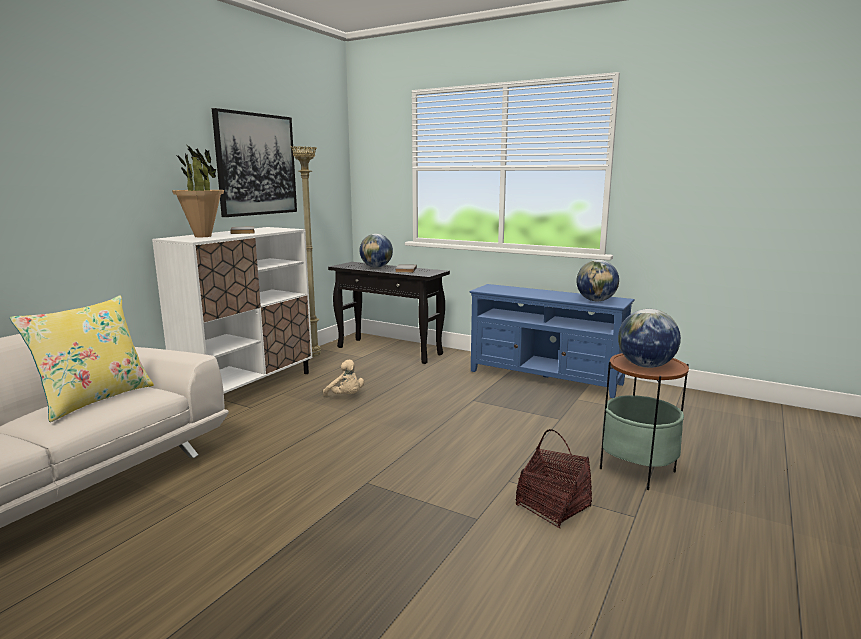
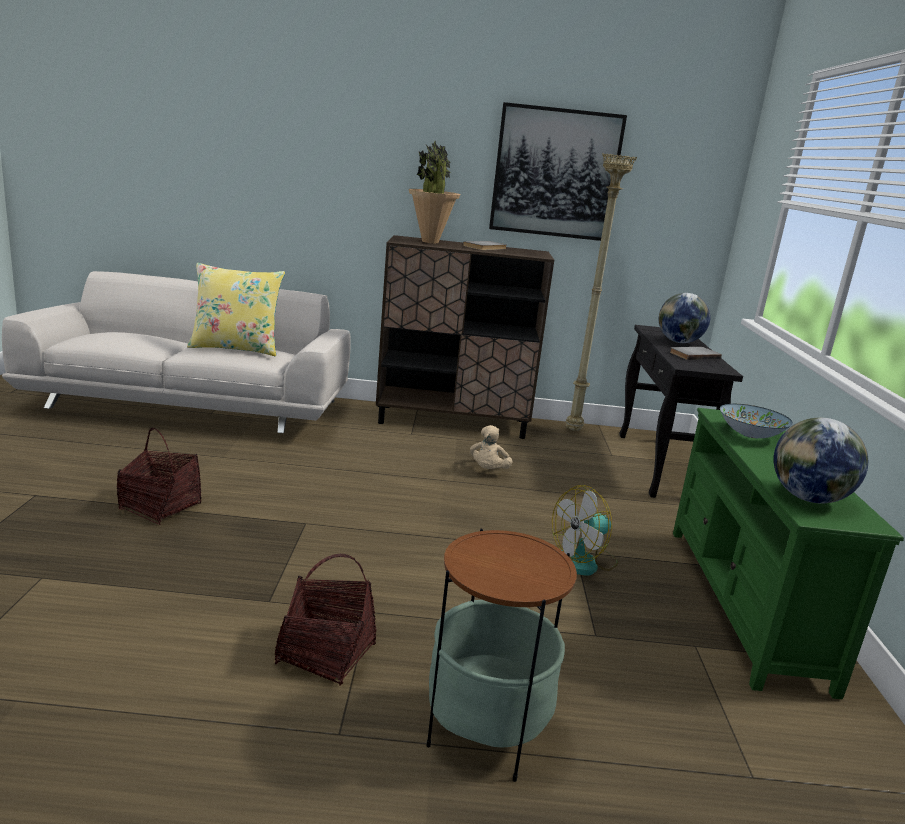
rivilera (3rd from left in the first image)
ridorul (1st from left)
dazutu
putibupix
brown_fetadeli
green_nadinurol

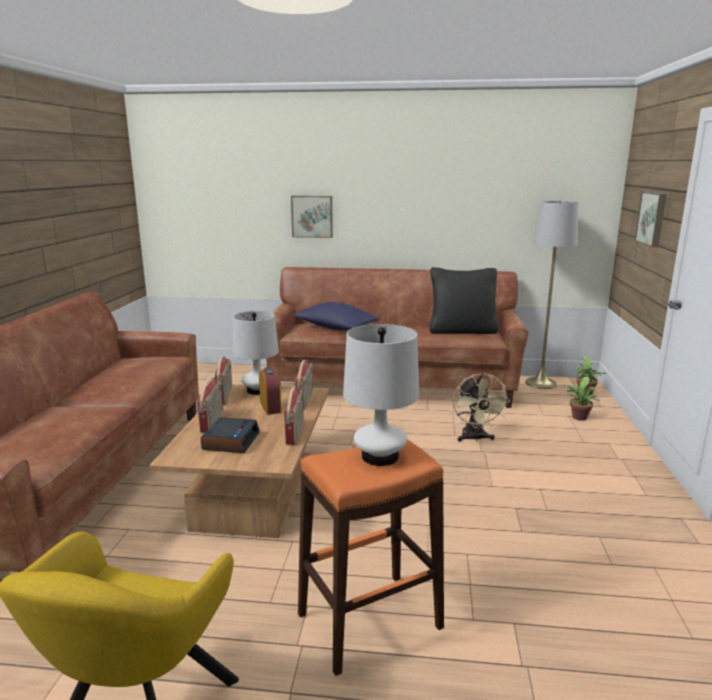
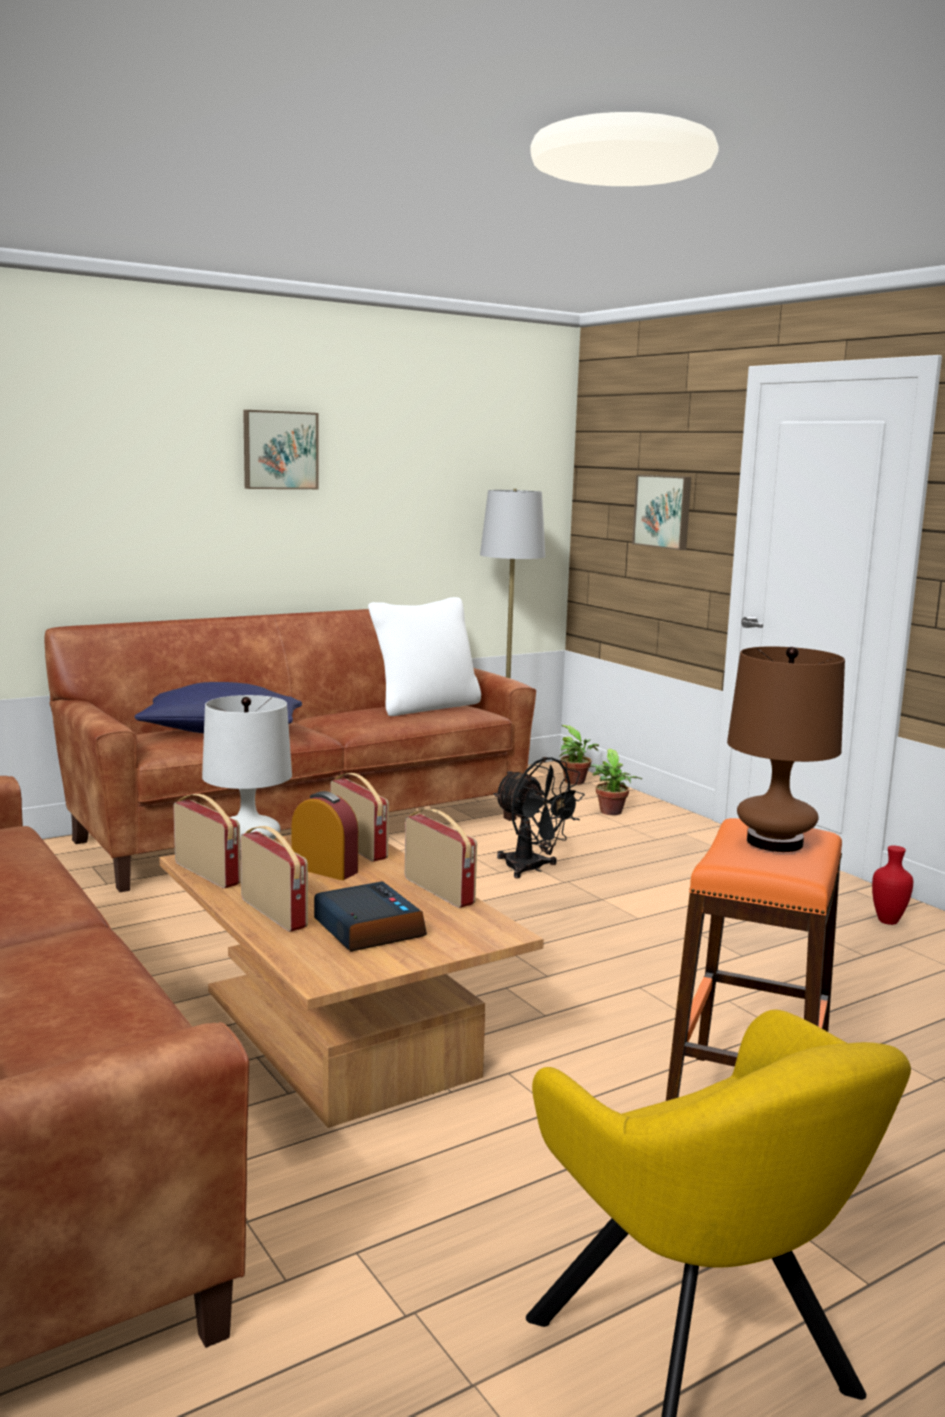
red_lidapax
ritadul (1st from left)
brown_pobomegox
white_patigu
black_dazutu

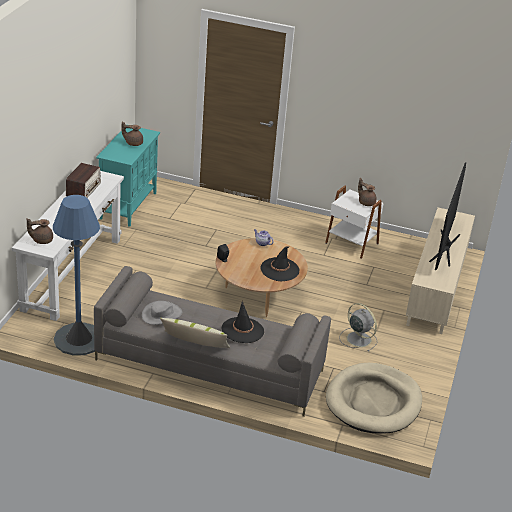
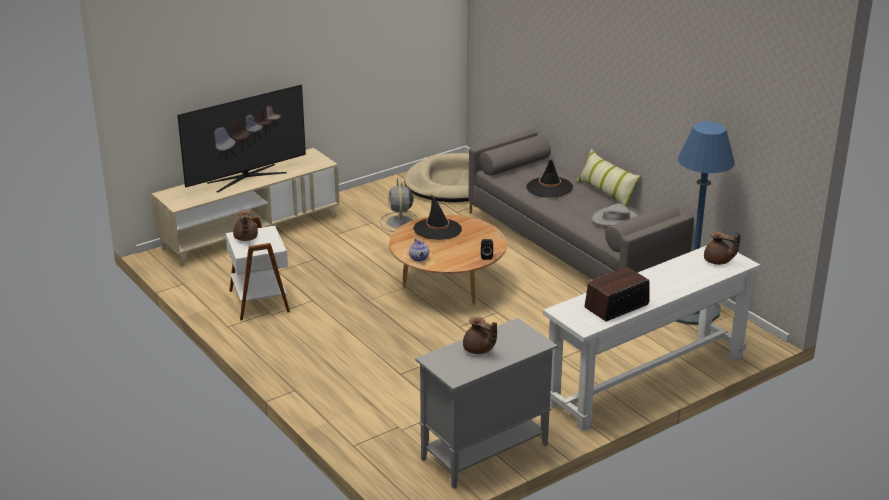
grey_fetadeli

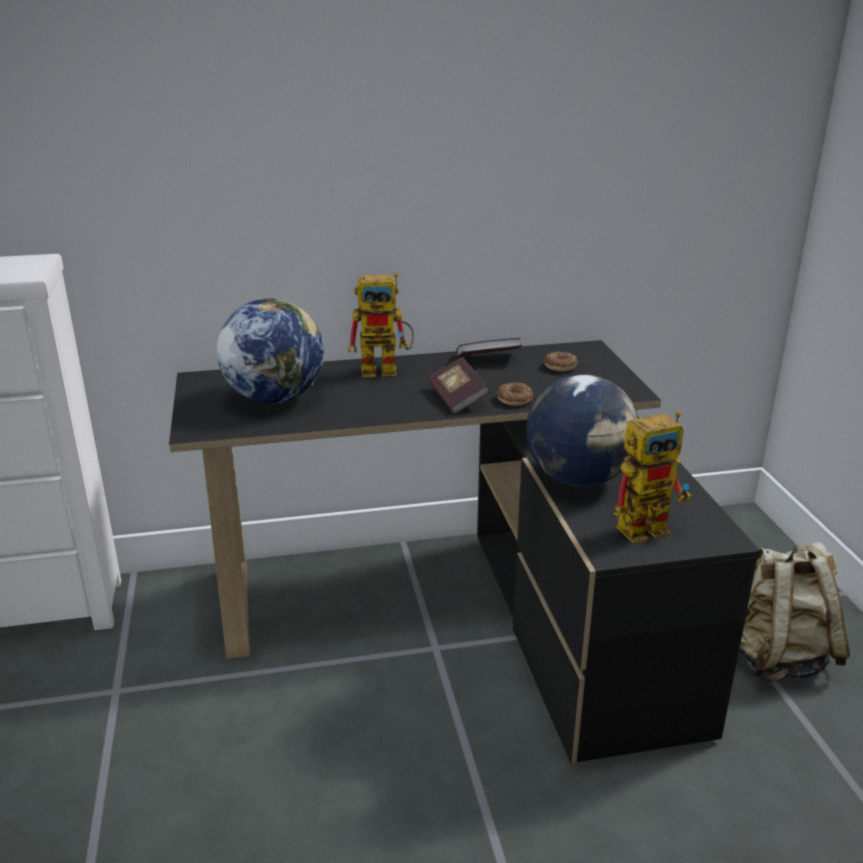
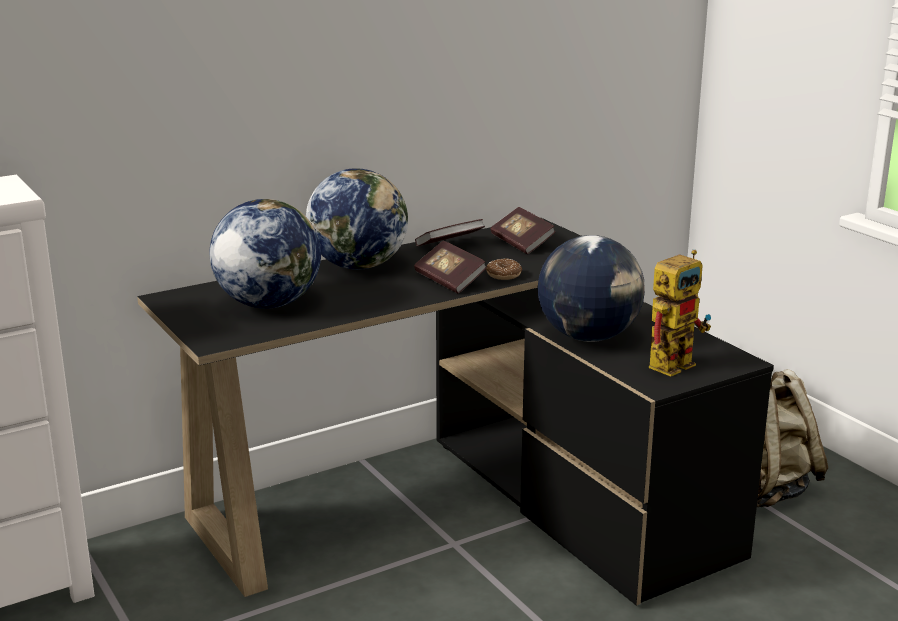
rivilera (2nd from left)
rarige (3rd from left)

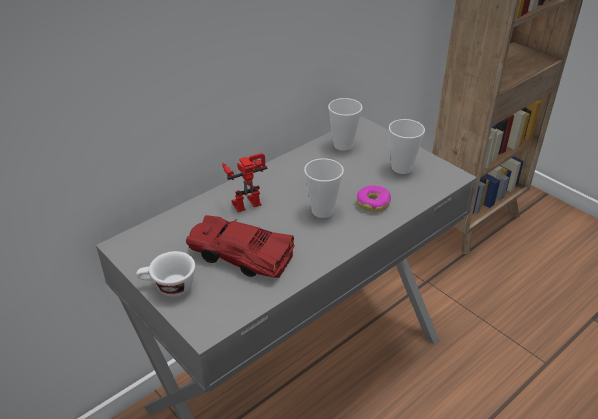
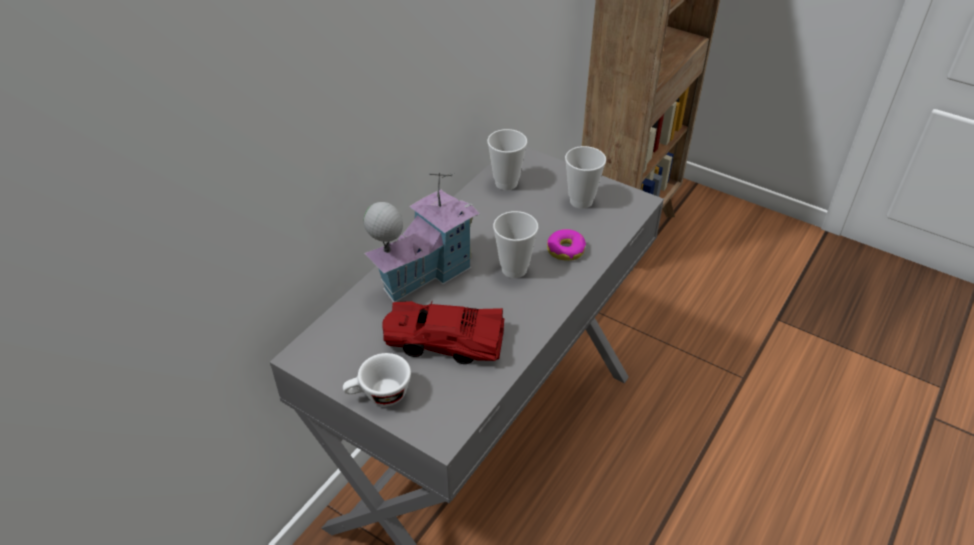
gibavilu

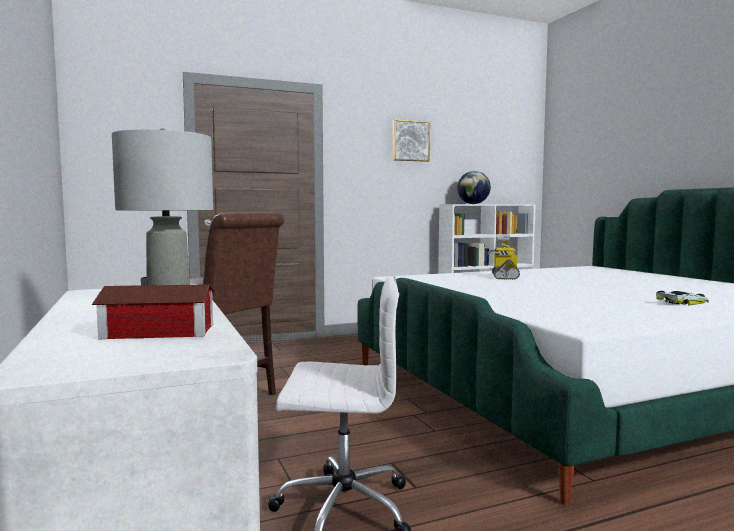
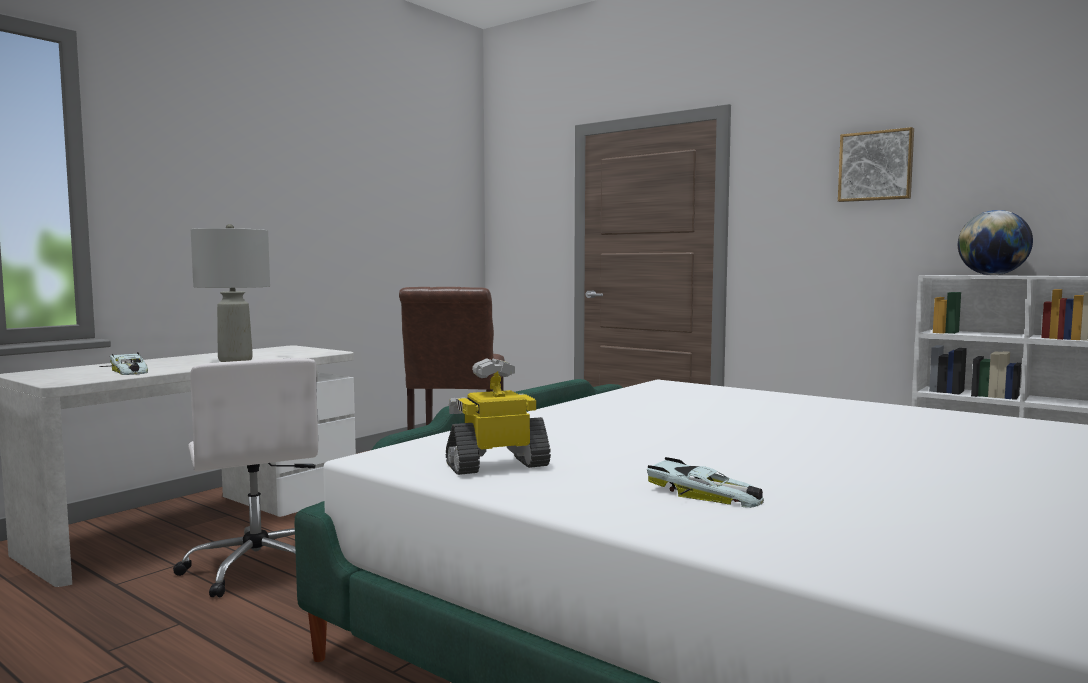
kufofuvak
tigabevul (1st from left)

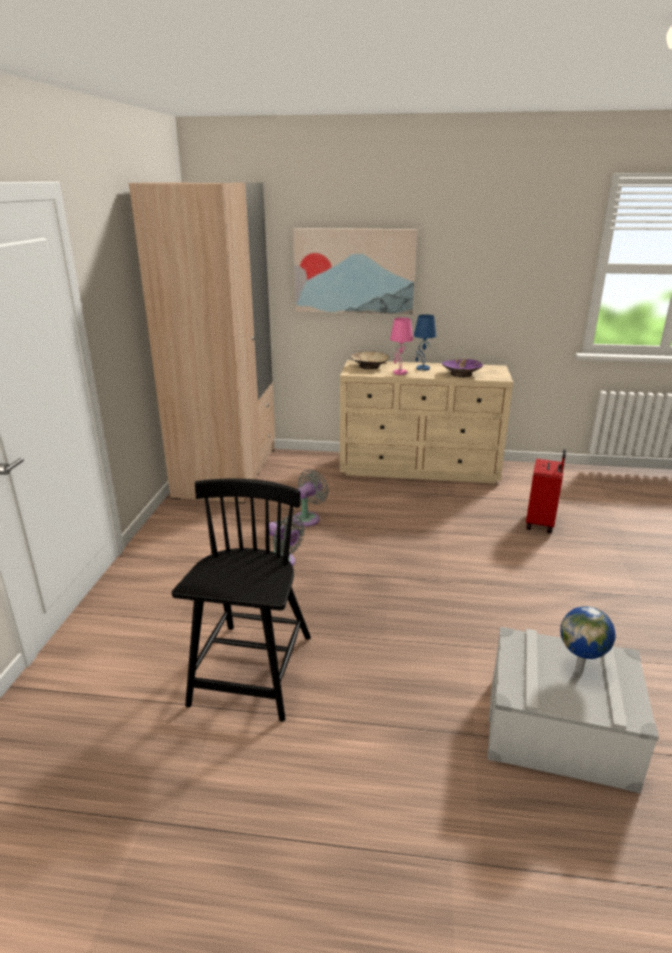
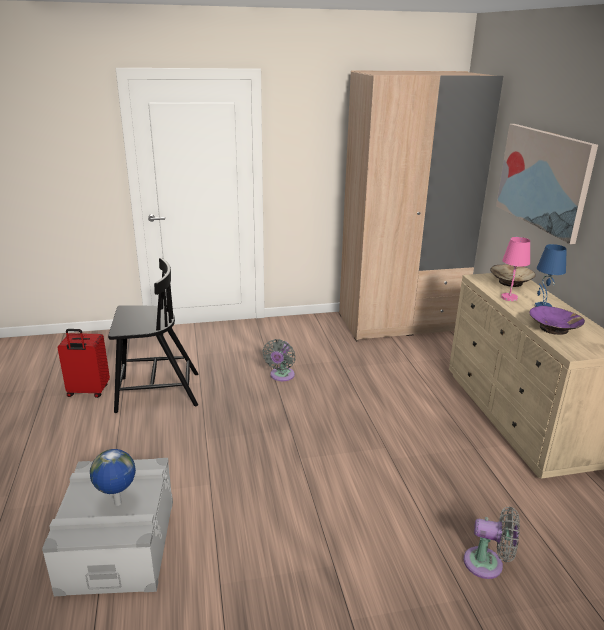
grey_dazutu (2nd from left)
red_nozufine

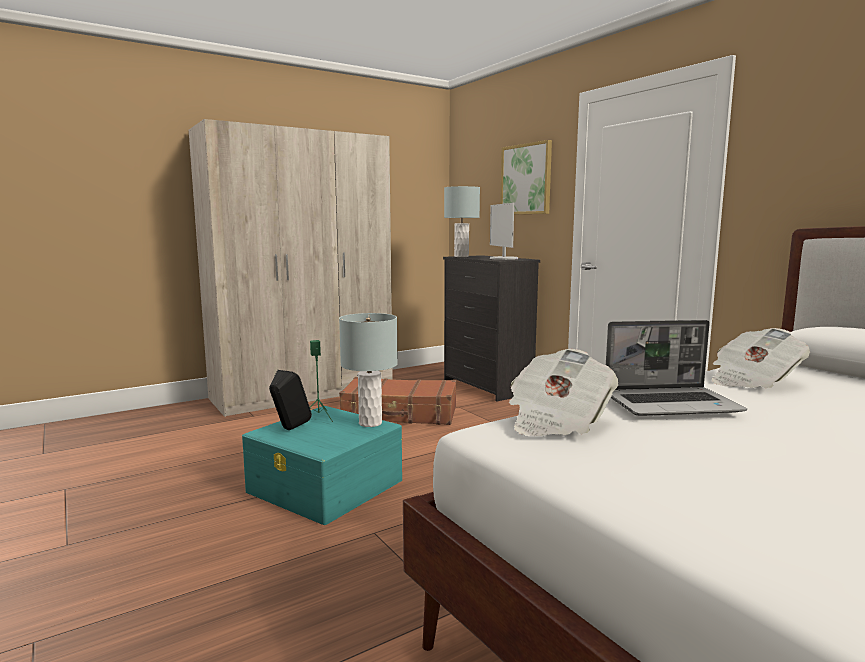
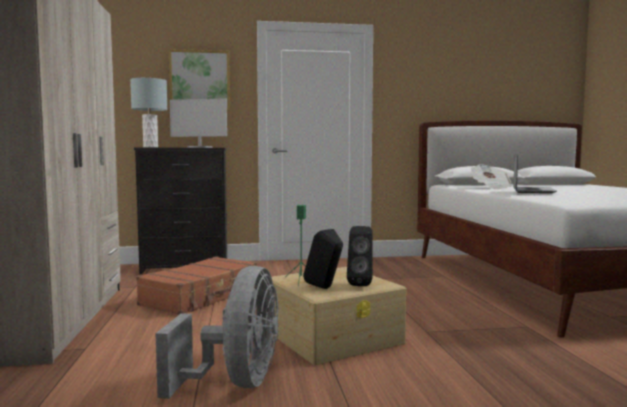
grey_pobomegox (1st from left in the first image)
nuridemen (1st from left in the first image)
grey_dazutu
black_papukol (2nd from left)
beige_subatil

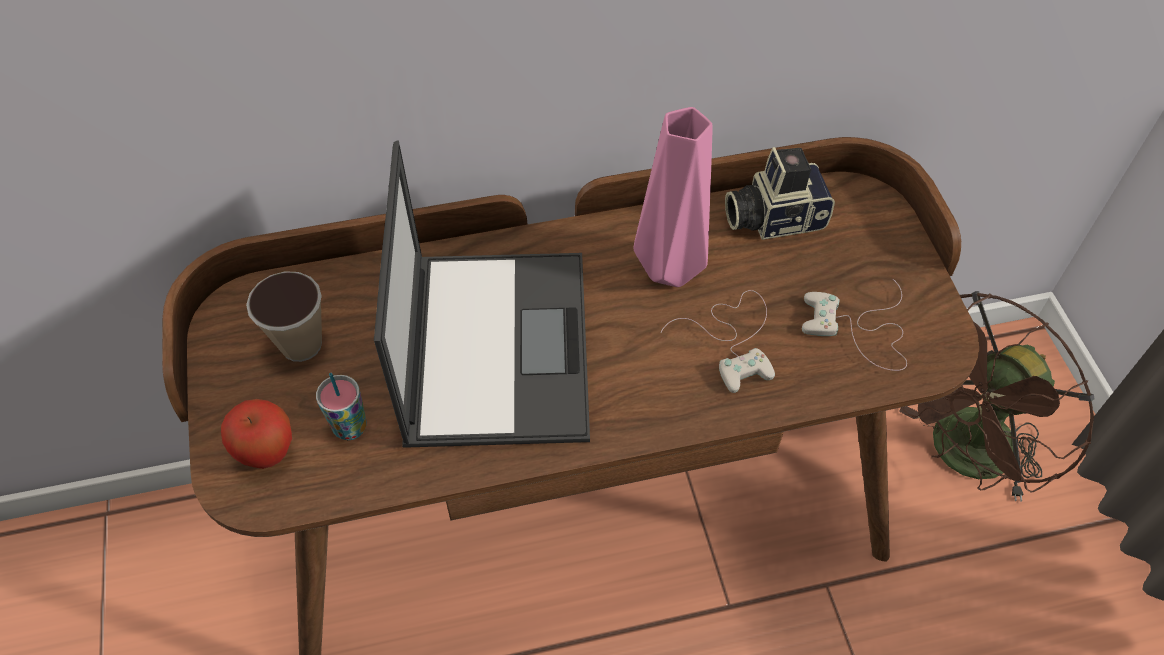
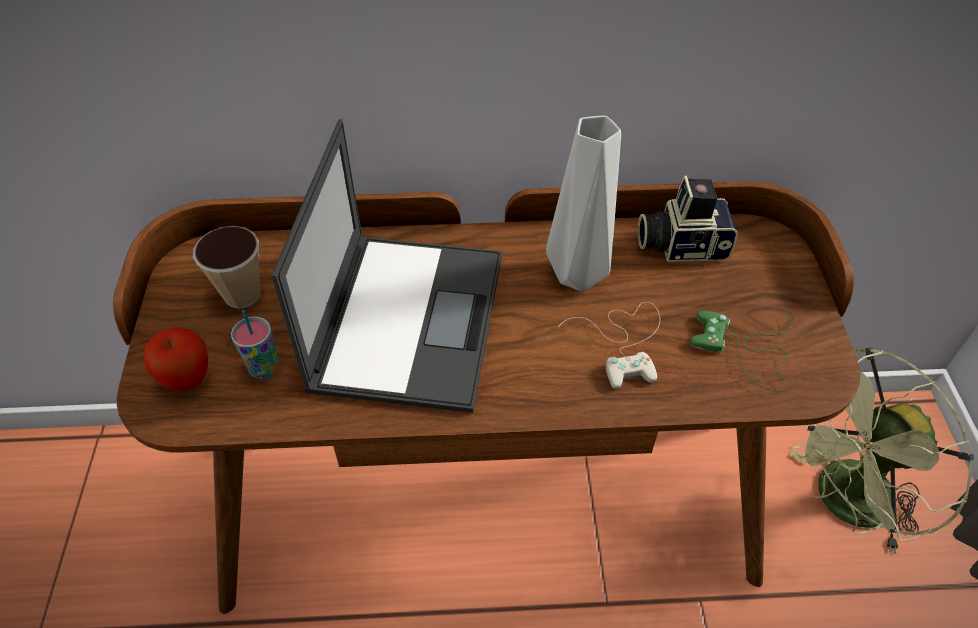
grey_lidapax
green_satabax
green_dazutu

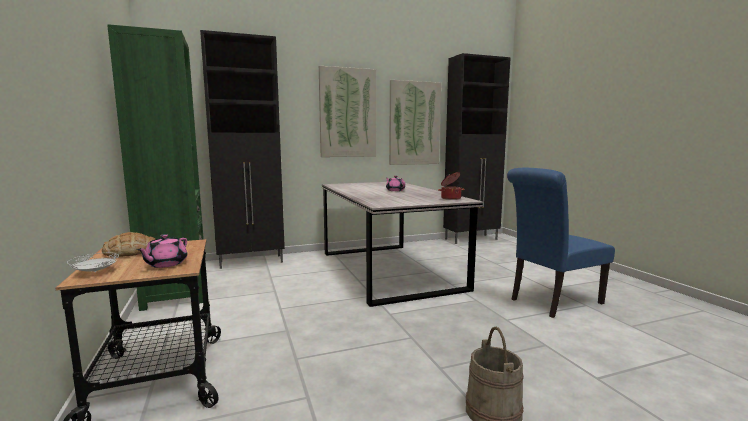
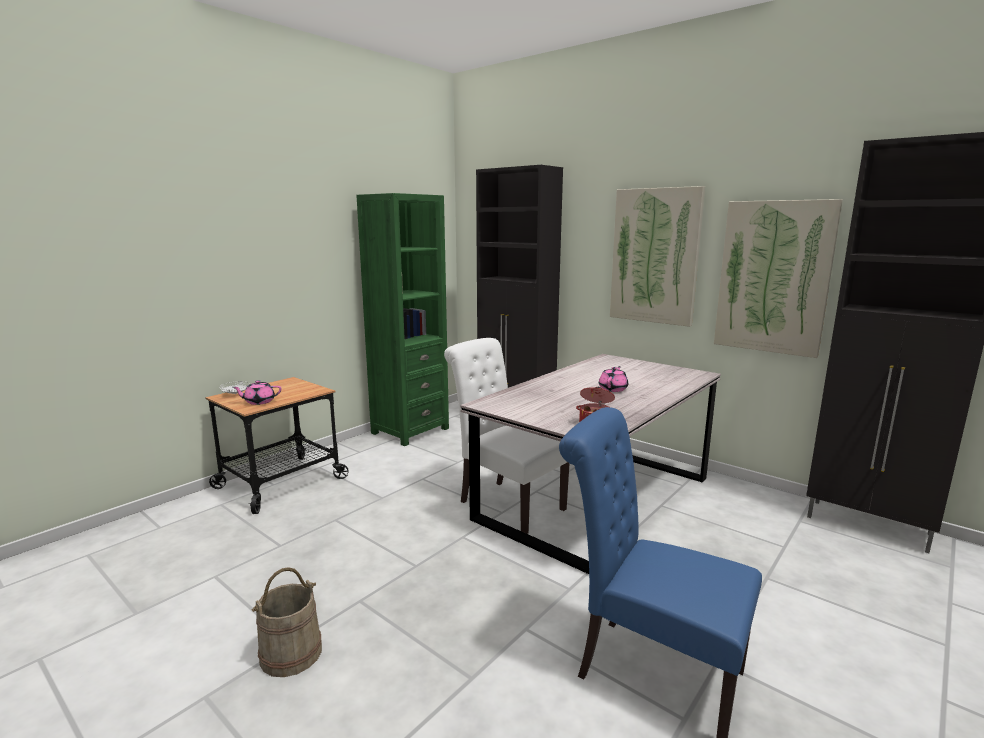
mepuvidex
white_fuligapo

